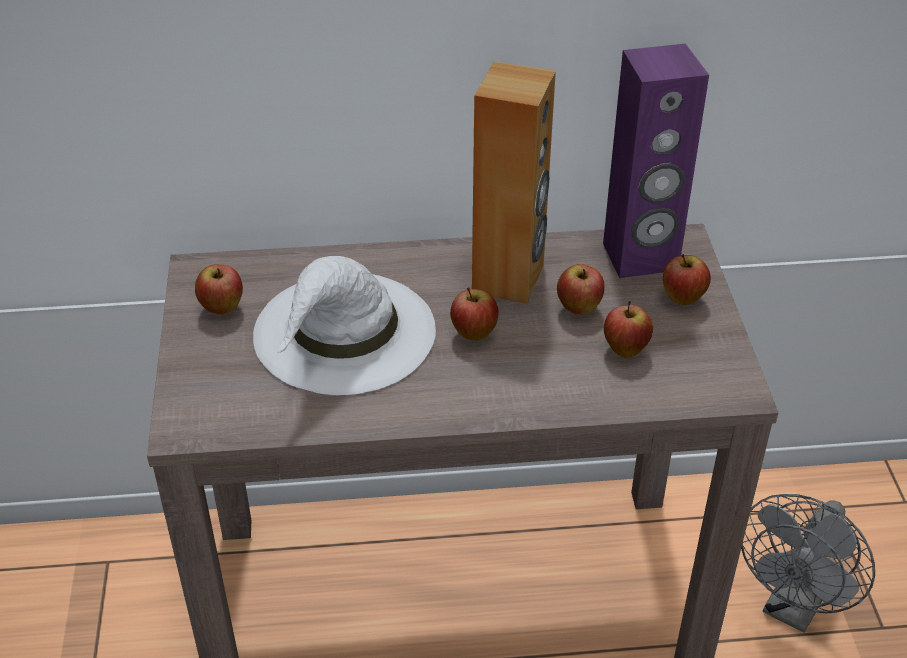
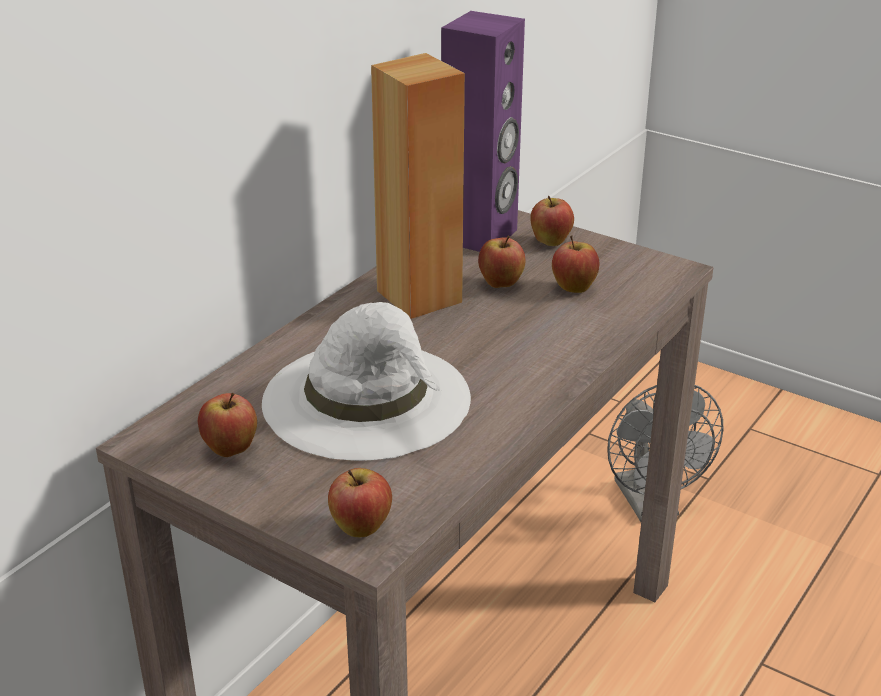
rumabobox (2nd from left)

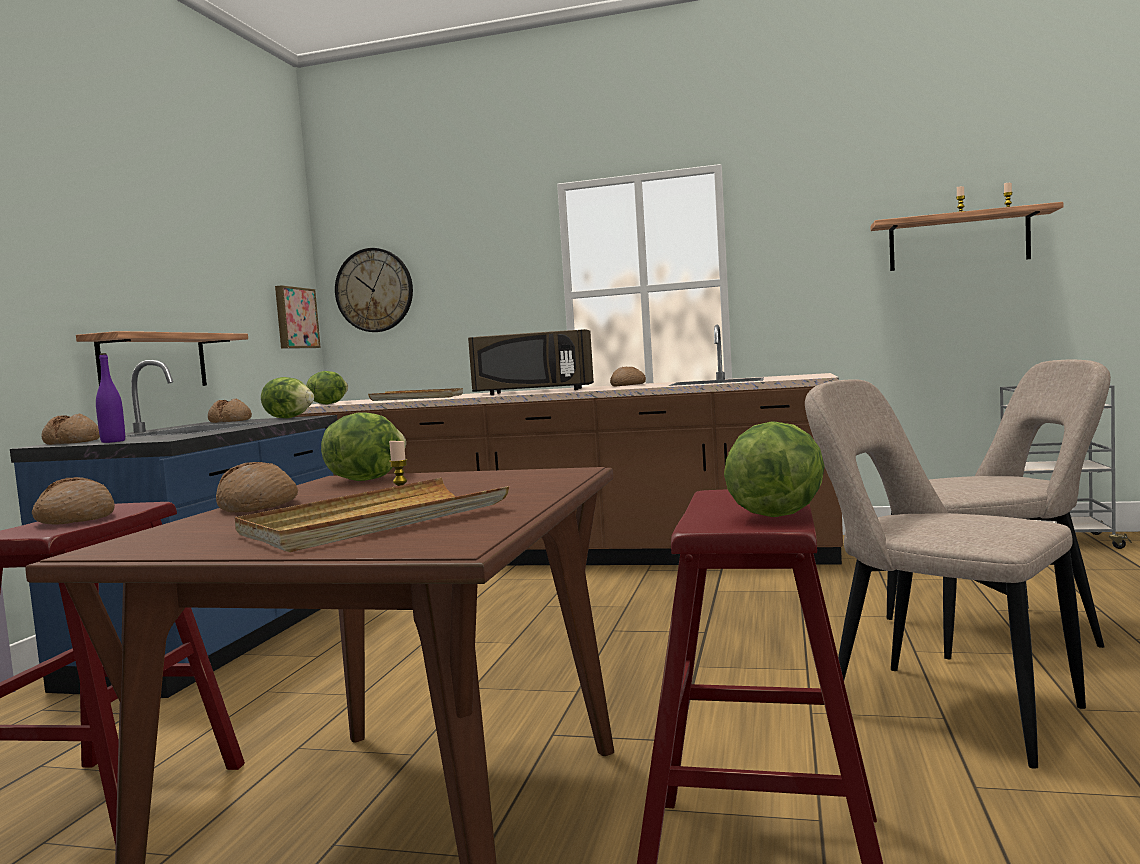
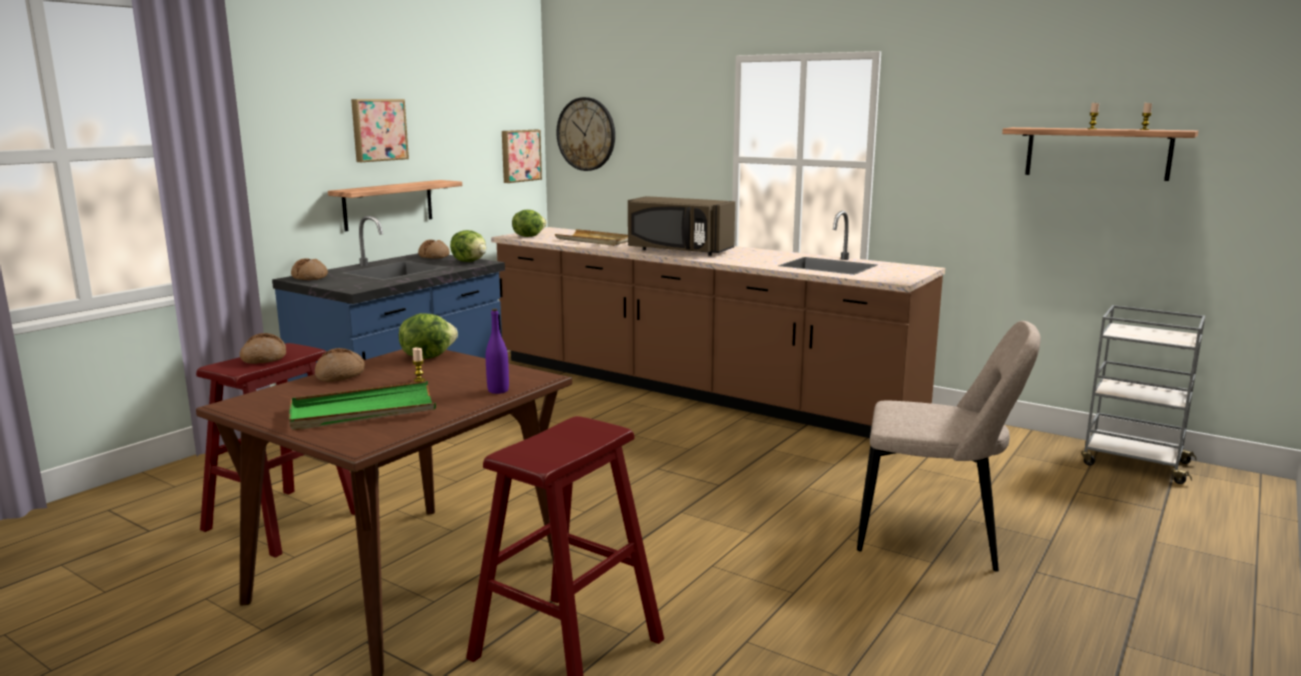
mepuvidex (5th from left in the first image)
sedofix (4th from left in the first image)
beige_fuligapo (1st from left in the first image)
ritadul (1st from left)
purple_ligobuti
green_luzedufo

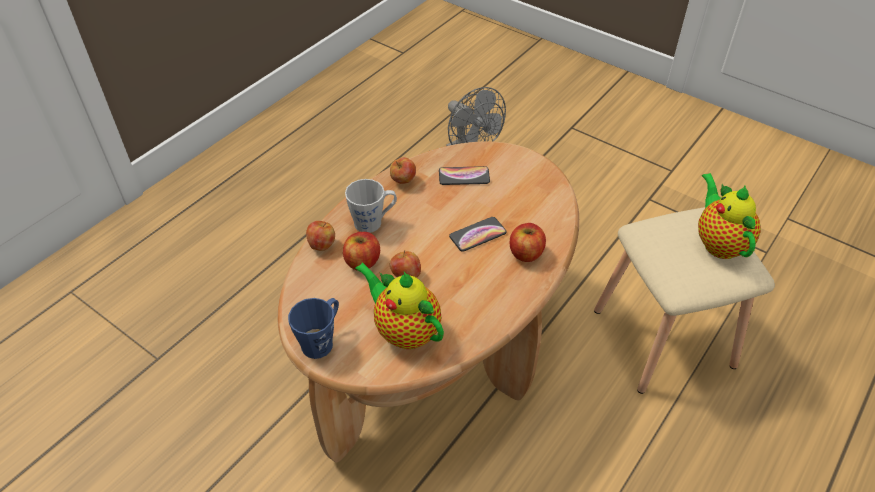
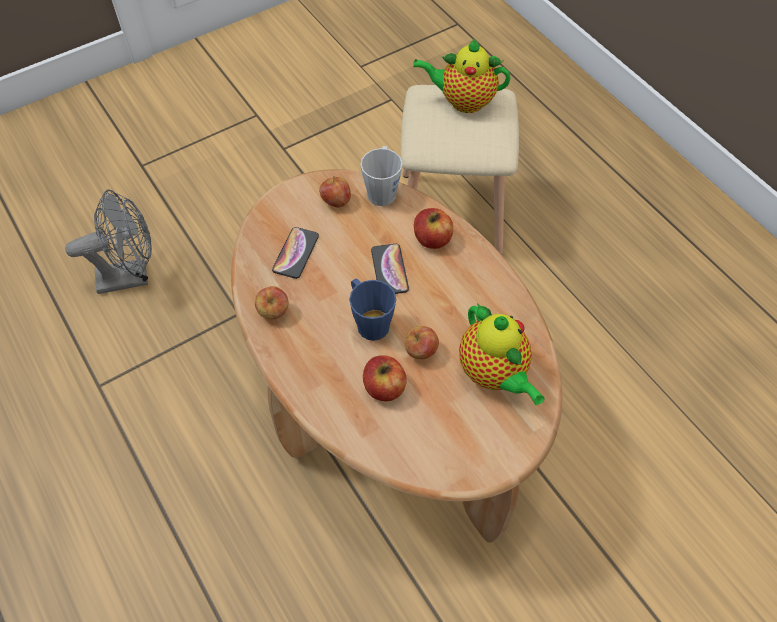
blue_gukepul
rumabobox (2nd from left)
grey_gukepul
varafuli (2nd from left)

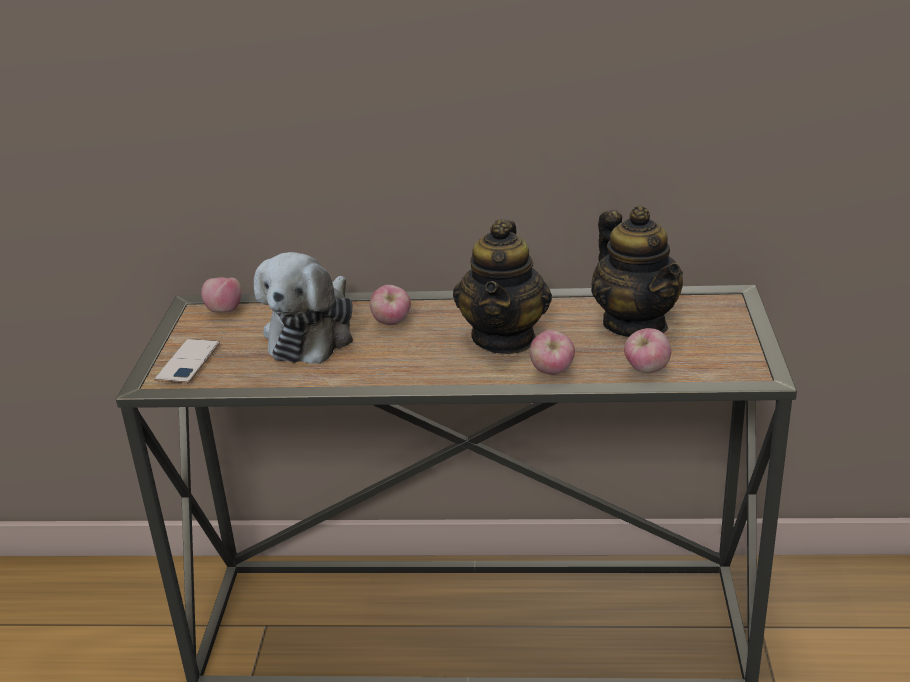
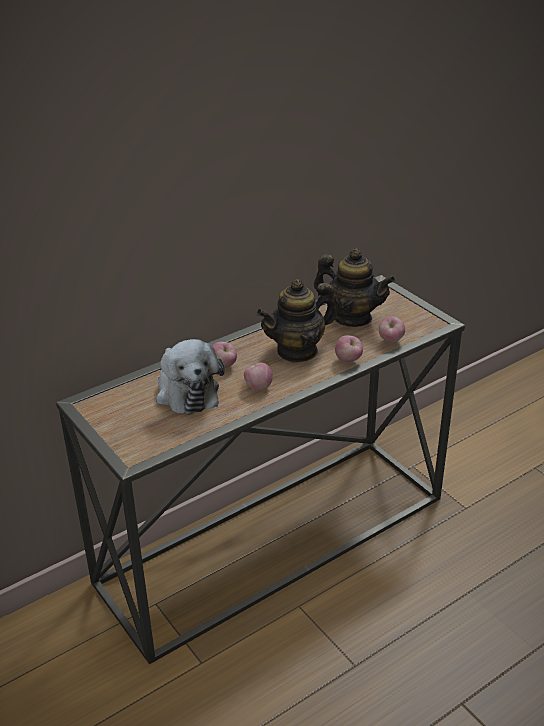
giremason
rumabobox (2nd from left)
varafuli (1st from left)

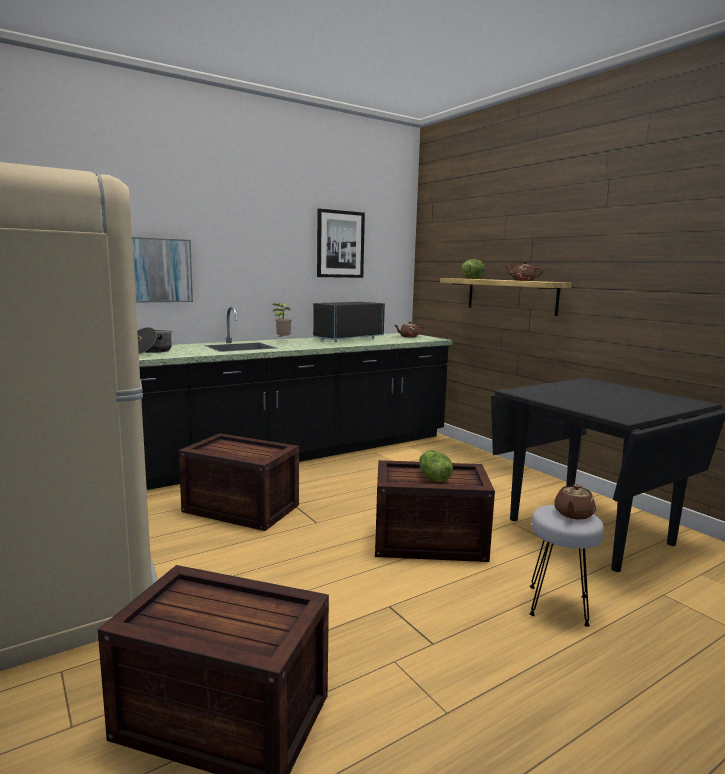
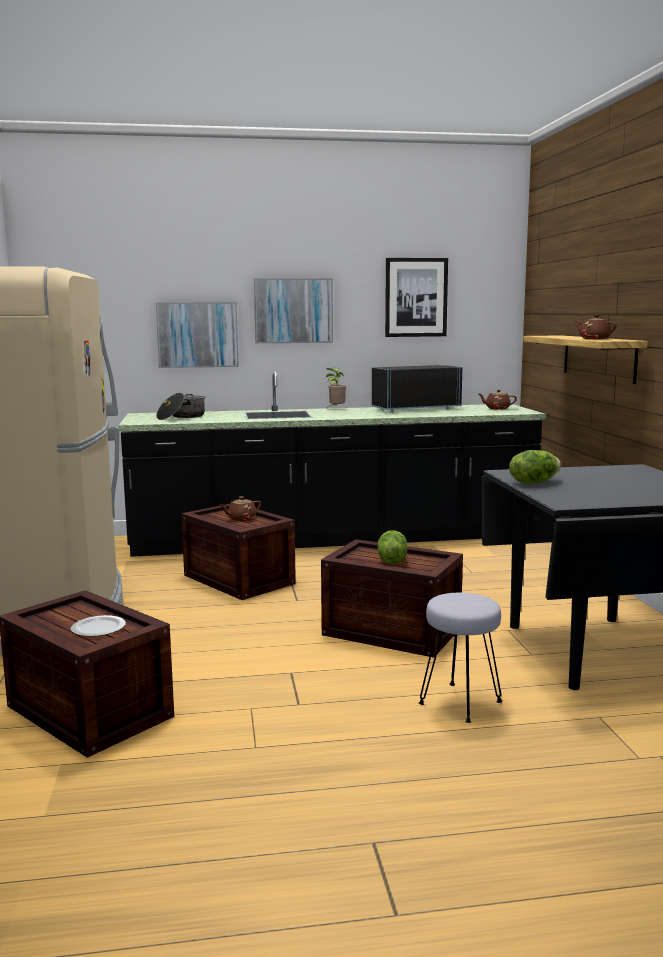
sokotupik
ritadul (2nd from left)
sedofix (2nd from left)
brown_varafuli (1st from left)

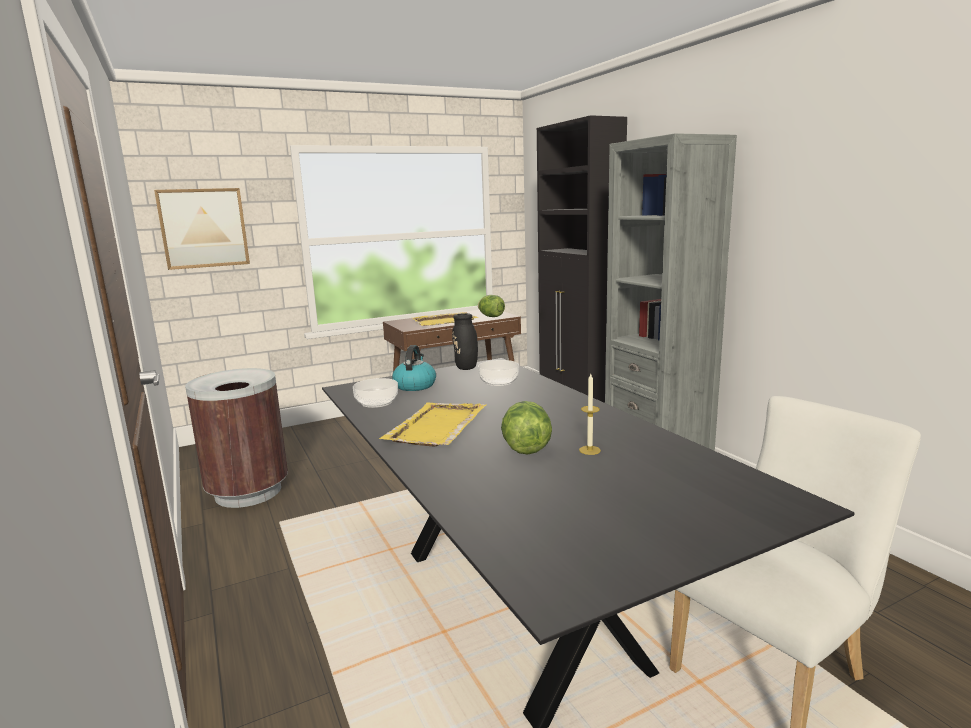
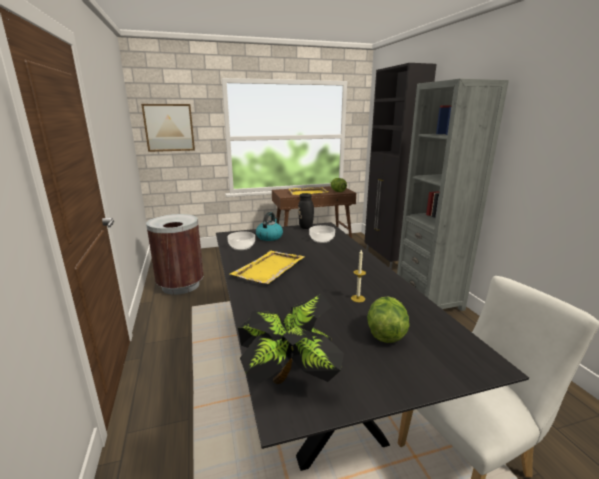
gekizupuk
sedofix (2nd from left)

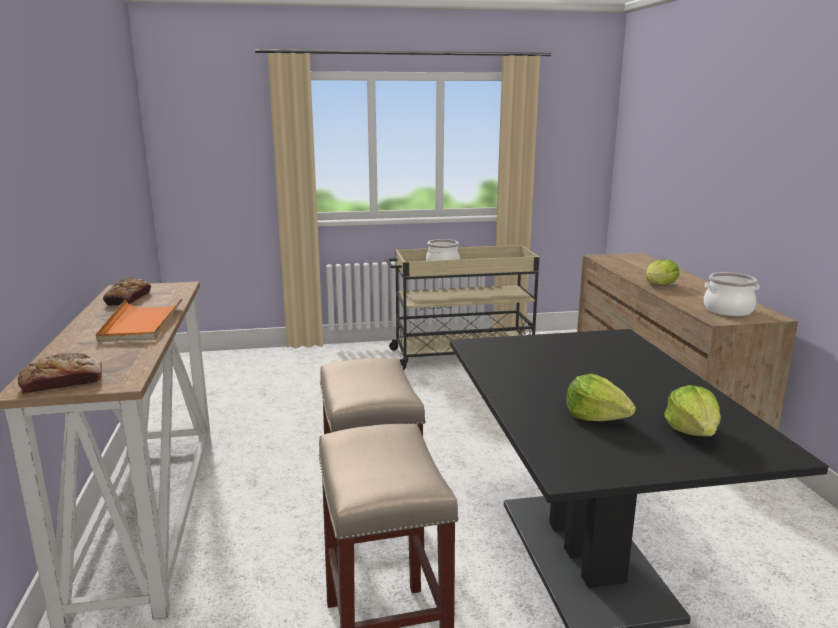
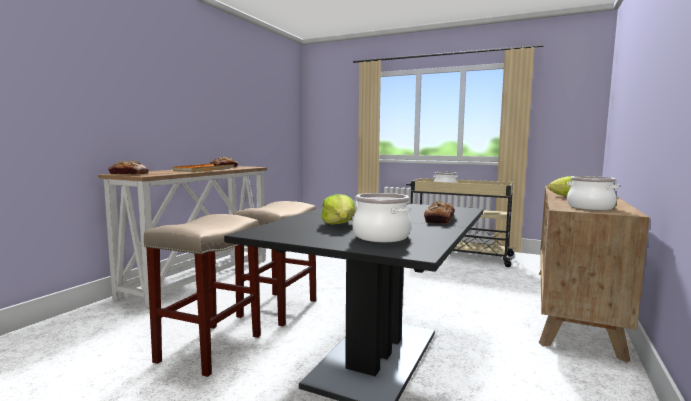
mepuvidex (3rd from left)
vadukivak (1st from left)

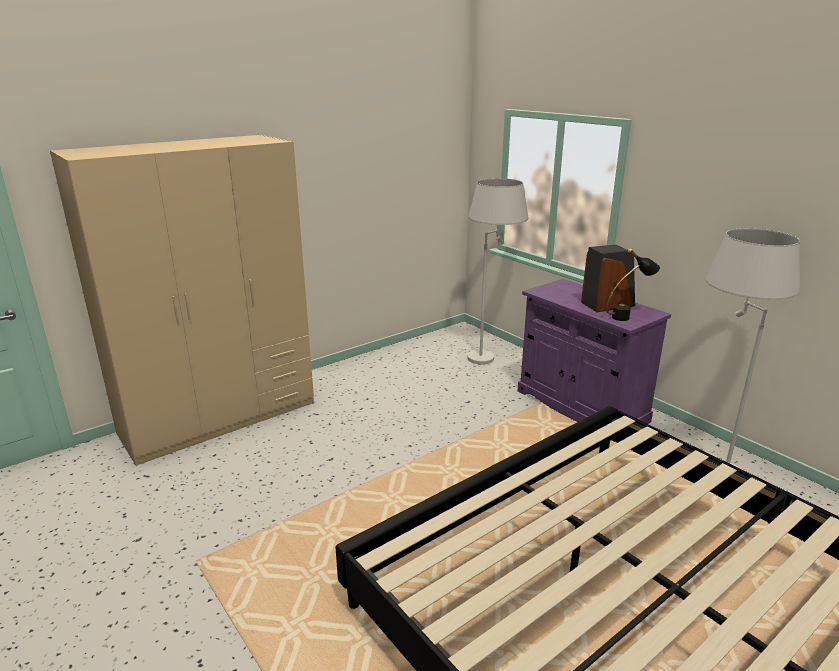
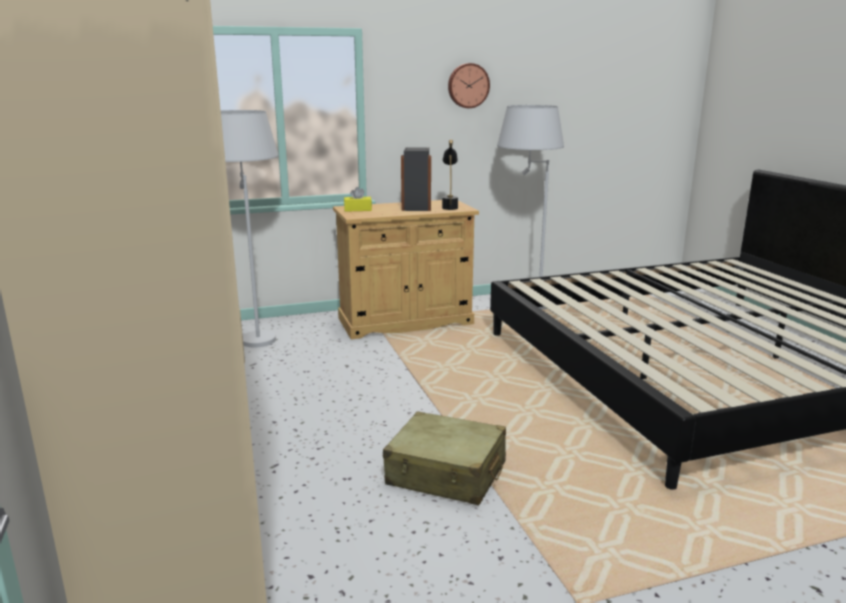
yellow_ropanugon
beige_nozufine
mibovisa
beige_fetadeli

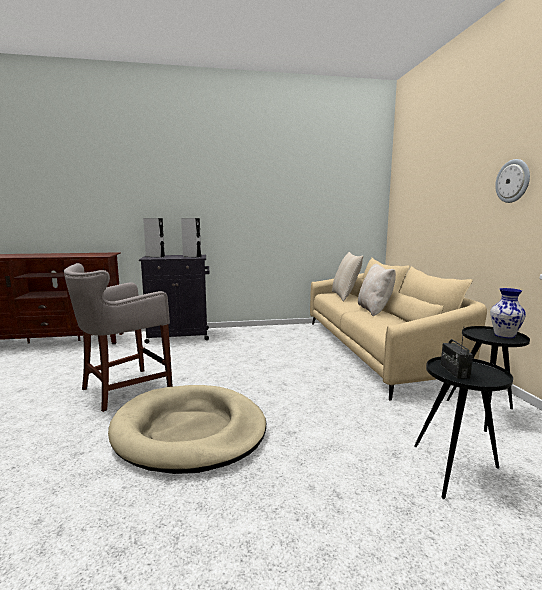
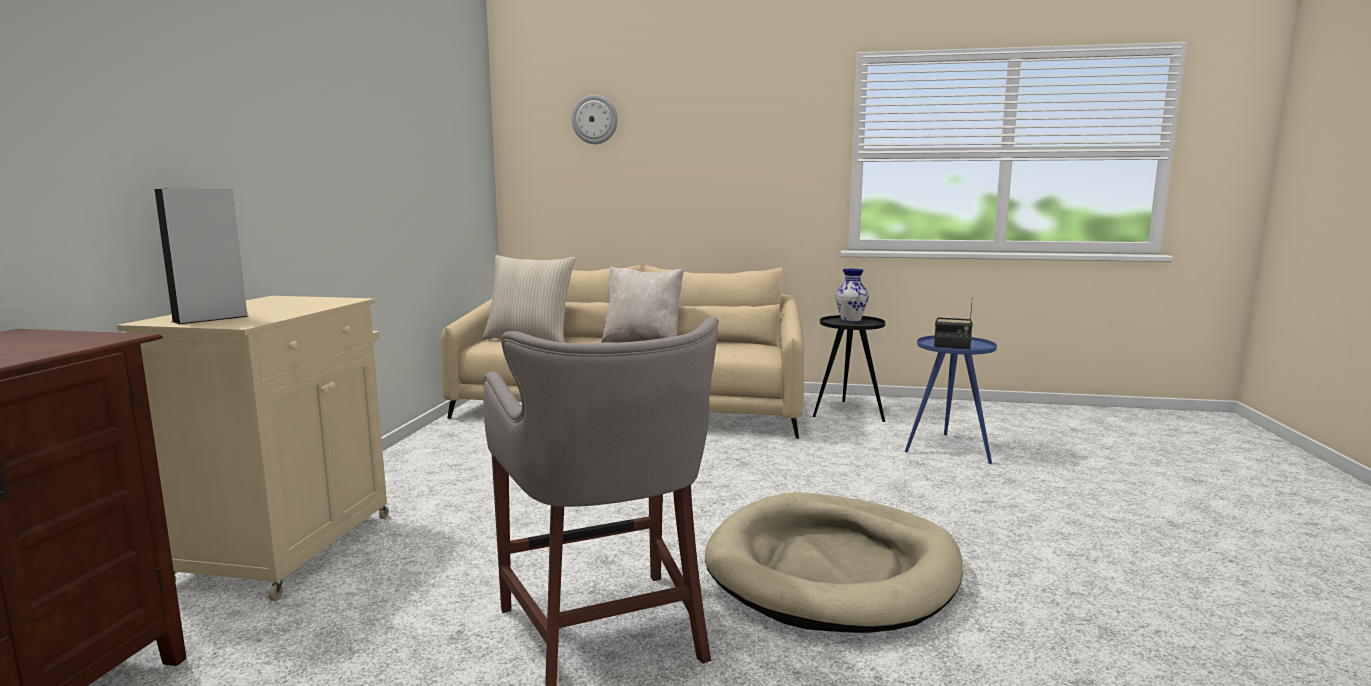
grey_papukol (2nd from left in the first image)
mibovisa
beige_fetadeli
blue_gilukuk

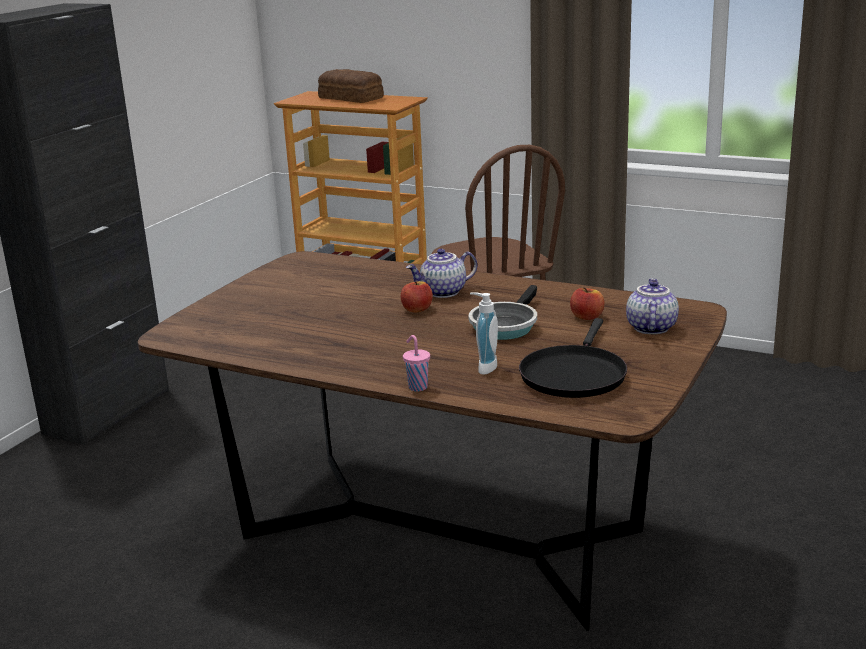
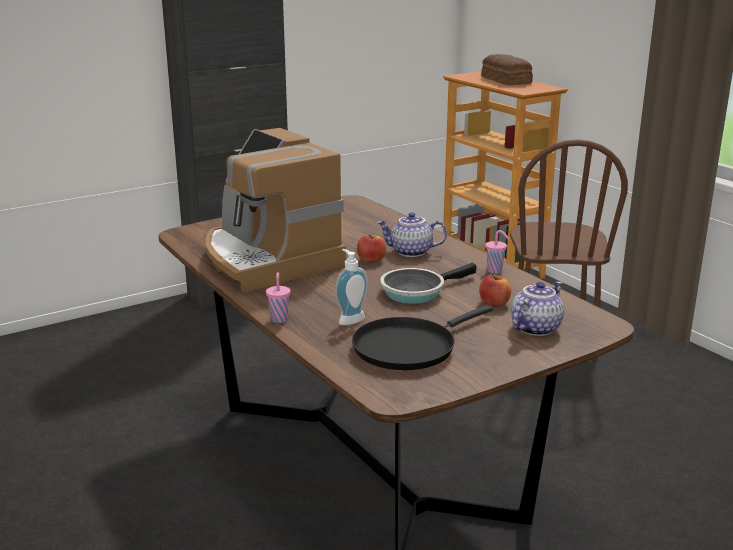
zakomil
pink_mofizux (2nd from left)

